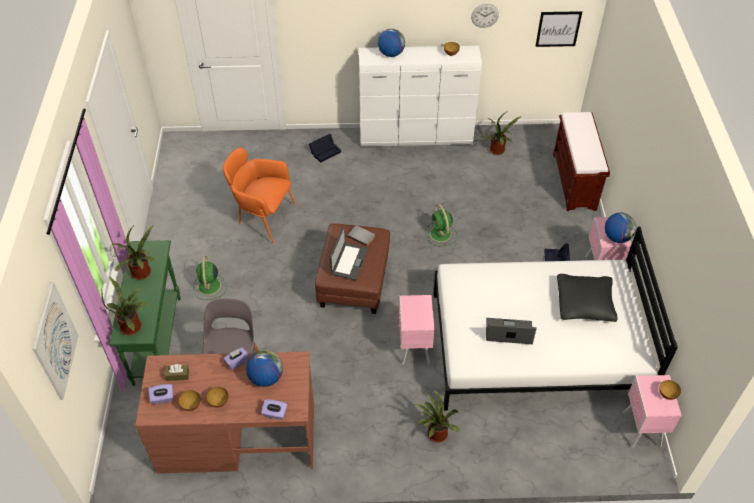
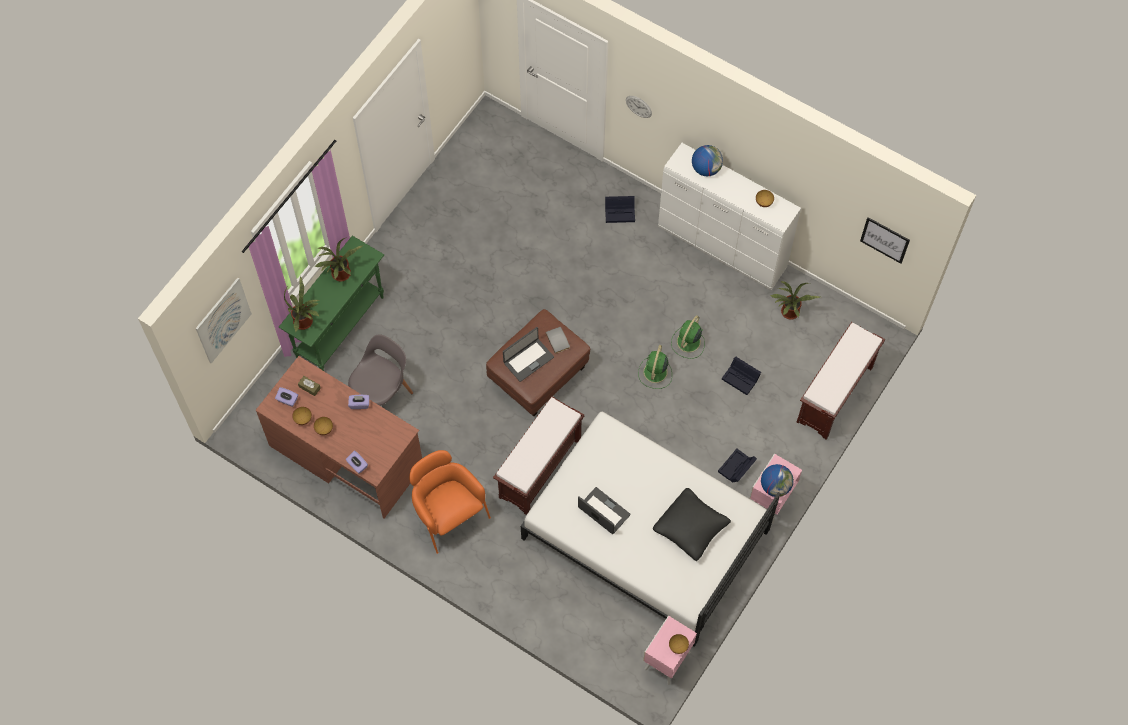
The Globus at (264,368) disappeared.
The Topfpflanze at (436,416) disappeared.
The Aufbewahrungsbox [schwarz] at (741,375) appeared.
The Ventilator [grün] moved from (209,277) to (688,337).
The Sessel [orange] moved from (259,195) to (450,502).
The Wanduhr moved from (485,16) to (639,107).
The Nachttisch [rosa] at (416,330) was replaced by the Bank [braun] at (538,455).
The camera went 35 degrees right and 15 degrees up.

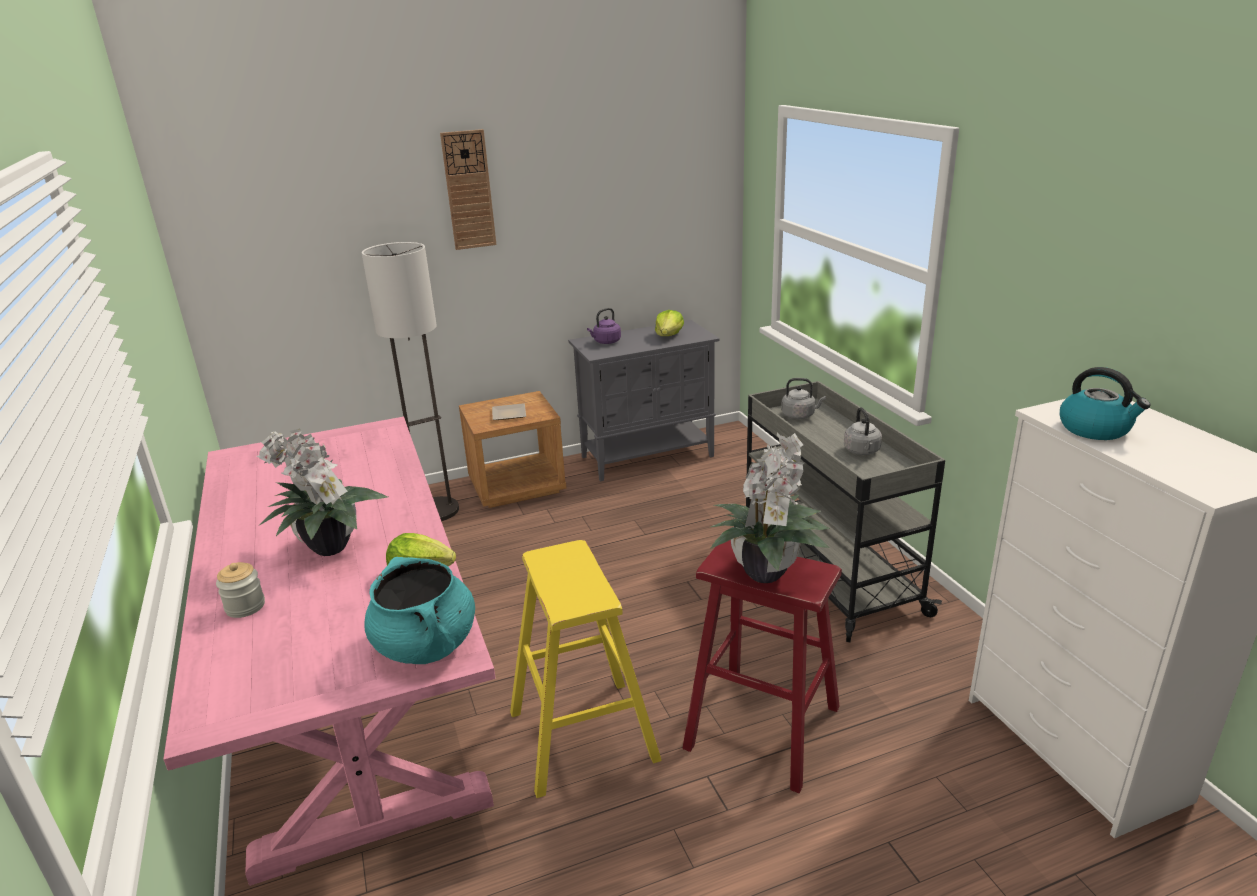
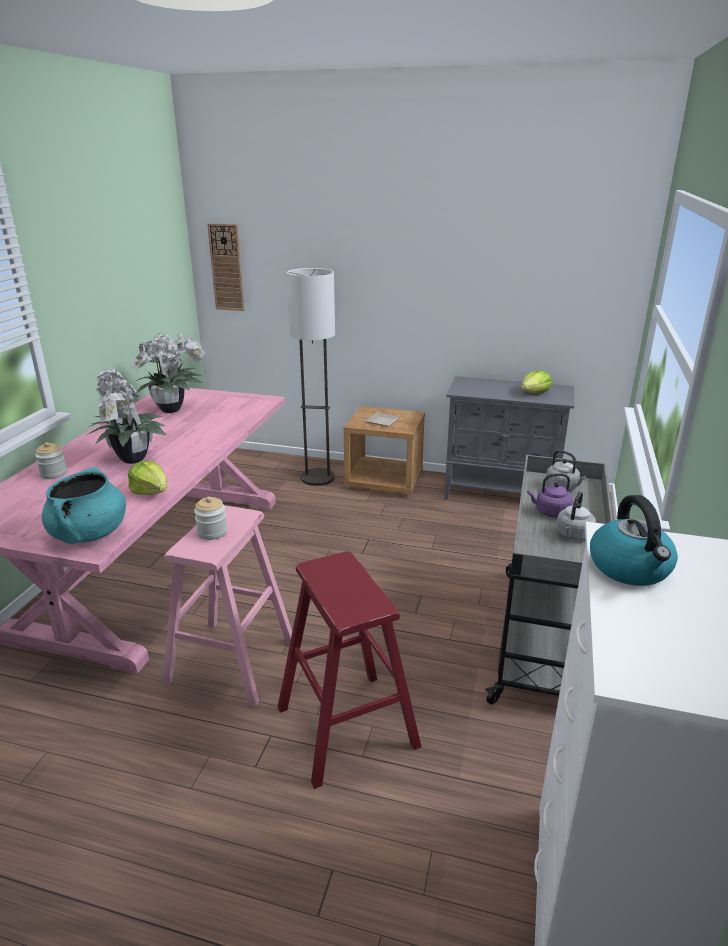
The Vorratsglas at (210,518) appeared.
The Wanduhr moved from (468,189) to (226,267).
The Wasserkessel [lila] moved from (604,326) to (550,495).
The Topfpflanze moved from (770,507) to (168,372).
The Hocker [gelb] at (586,669) became the Hocker [rosa] at (227,606).
The camera went 35 degrees right and 0 degrees up.

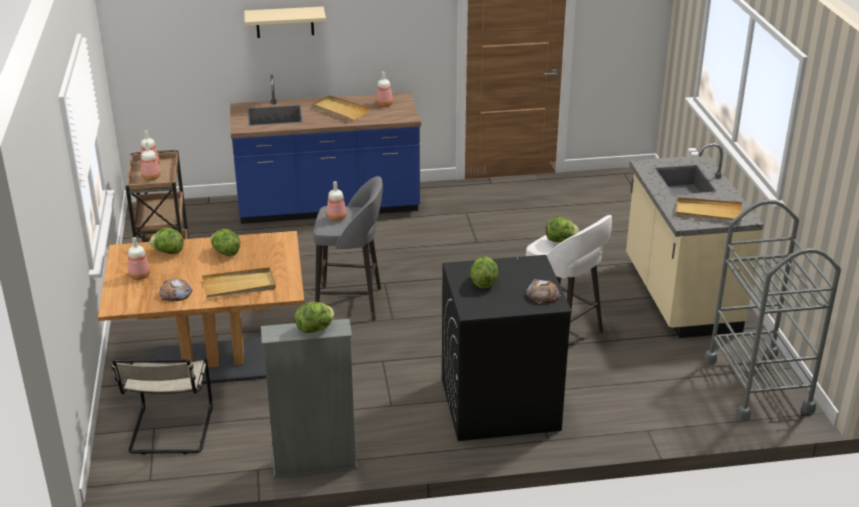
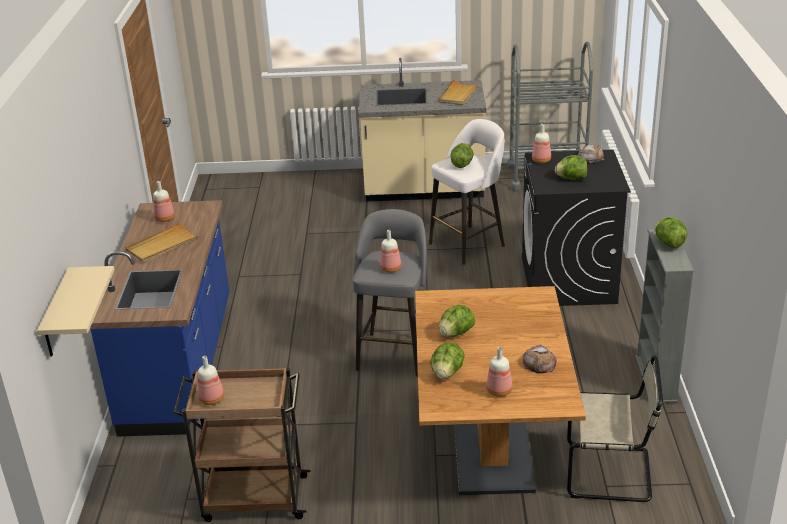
The Tablett [beige] at (239,282) disappeared.
The Flasche moved from (151,161) to (541,143).
The Wandregal [beige] moved from (285,22) to (76,311).
The camera went 80 degrees left and 0 degrees up.

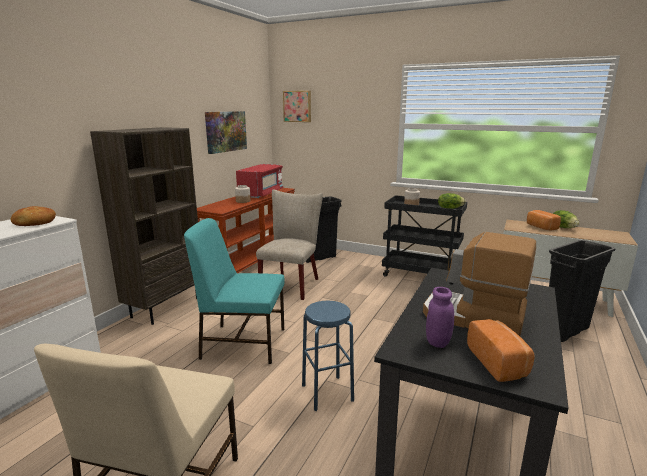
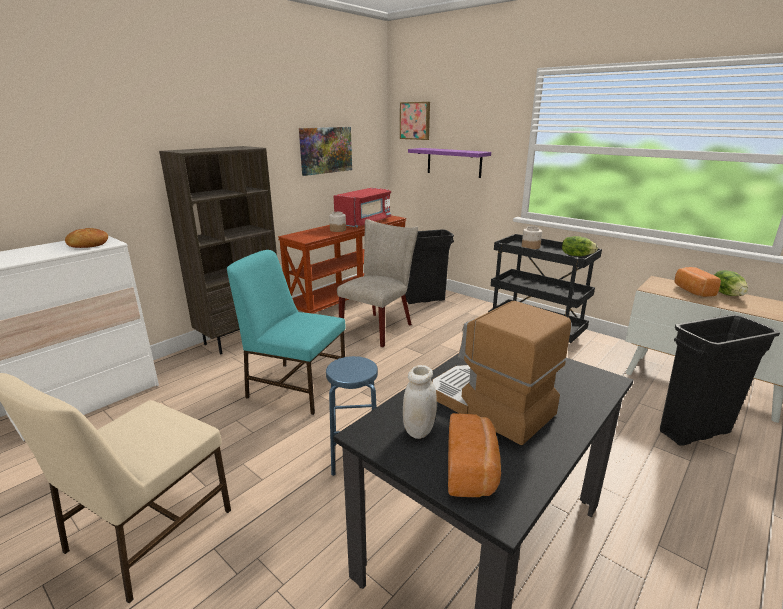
The Wandregal [lila] at (449,163) appeared.
The Vorratsglas [lila] at (440,317) became the Vorratsglas [weiß] at (420,402).
The camera went 15 degrees right and 5 degrees up.

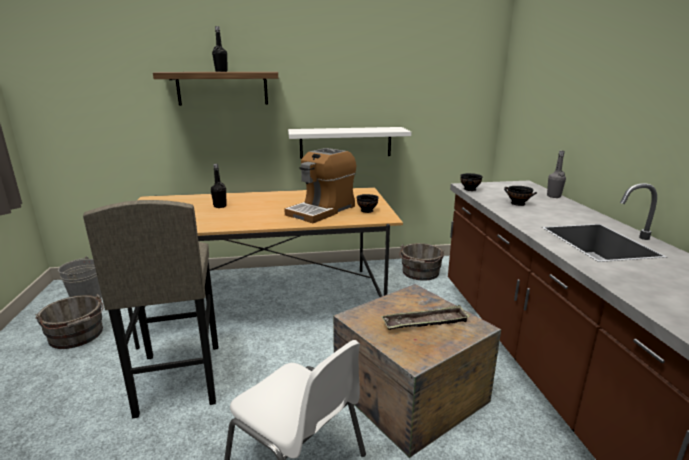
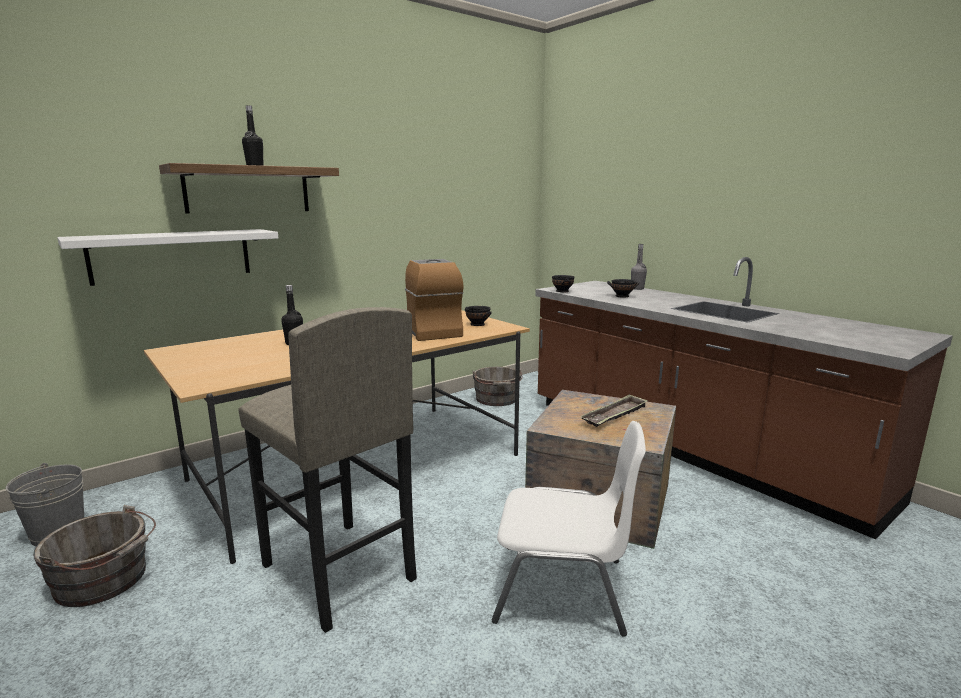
The Wandregal [weiß] moved from (349,143) to (167,257).
The Kaffeemaschine at (320,185) turned 150 degrees clockwise.
The camera went 30 degrees left and 5 degrees down.

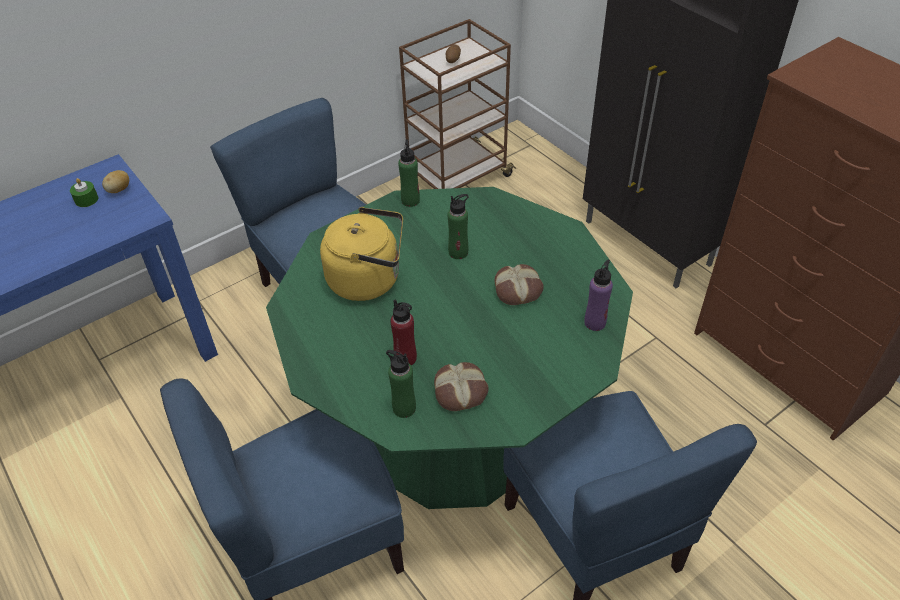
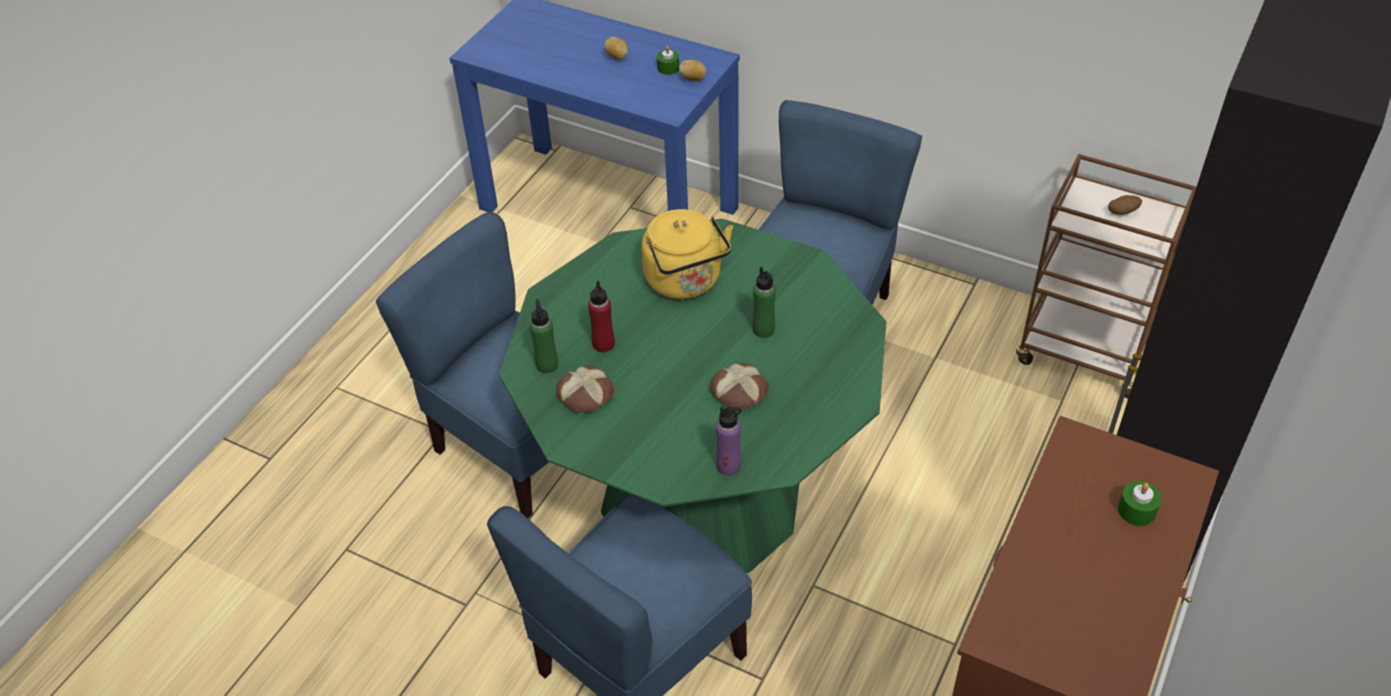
The Flasche [grün] at (409,173) disappeared.
The Kartoffel at (616,48) appeared.
The Kerze [grün] at (1140,503) appeared.
The camera went 65 degrees right and 0 degrees up.

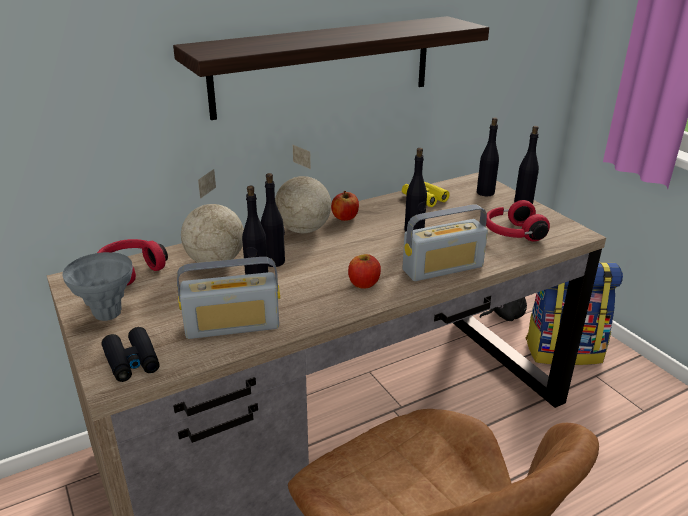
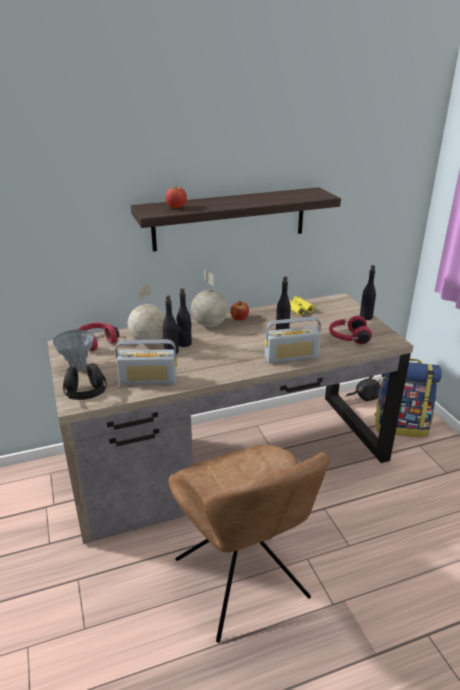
The Flasche [schwarz] at (488,157) disappeared.
The Apfel moved from (364,271) to (176,197).
The Fernglas [schwarz] at (130,354) was replaced by the Kopfhörer [schwarz] at (85,381).
The camera went 10 degrees right and 0 degrees up.

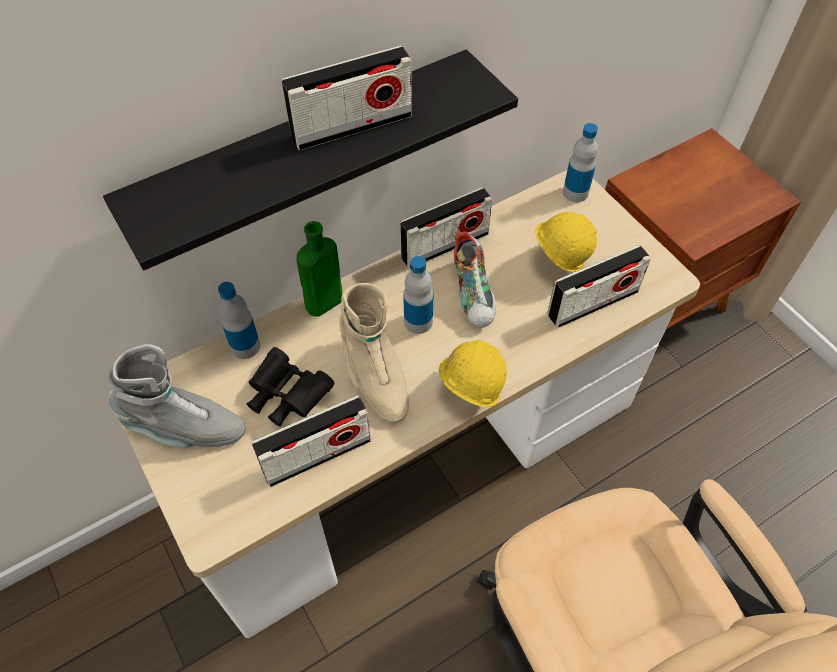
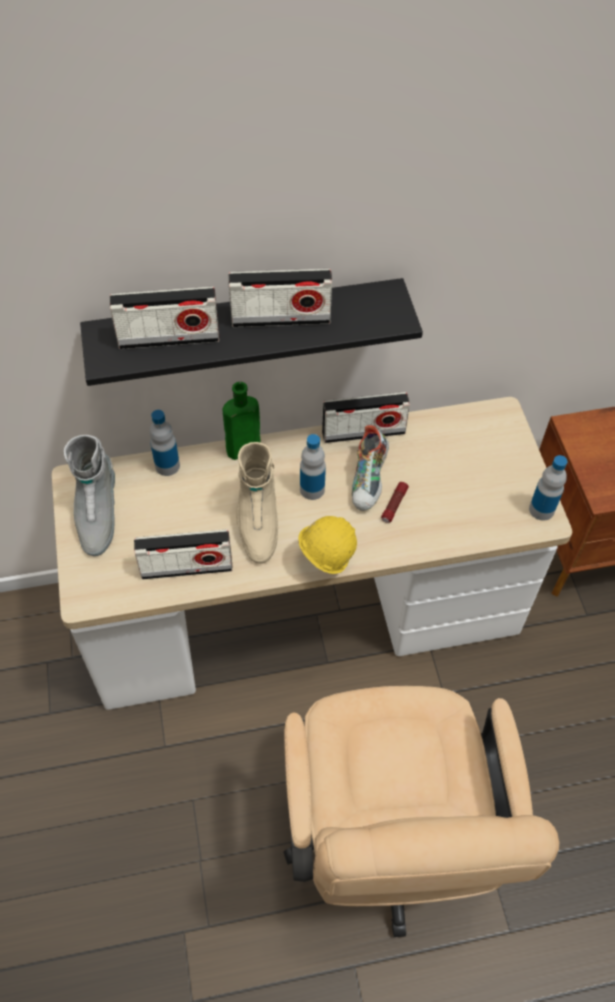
The Fernglas [schwarz] at (290,387) disappeared.
The Schutzhelm [gelb] at (566,242) disappeared.
The Taschenlampe at (395,502) appeared.
The Radio moved from (599,286) to (164,318).
The Flasche moved from (580,162) to (548,488).
The Stiefel [grau] at (177,396) turned 60 degrees clockwise.
The camera went 20 degrees right and 0 degrees up.

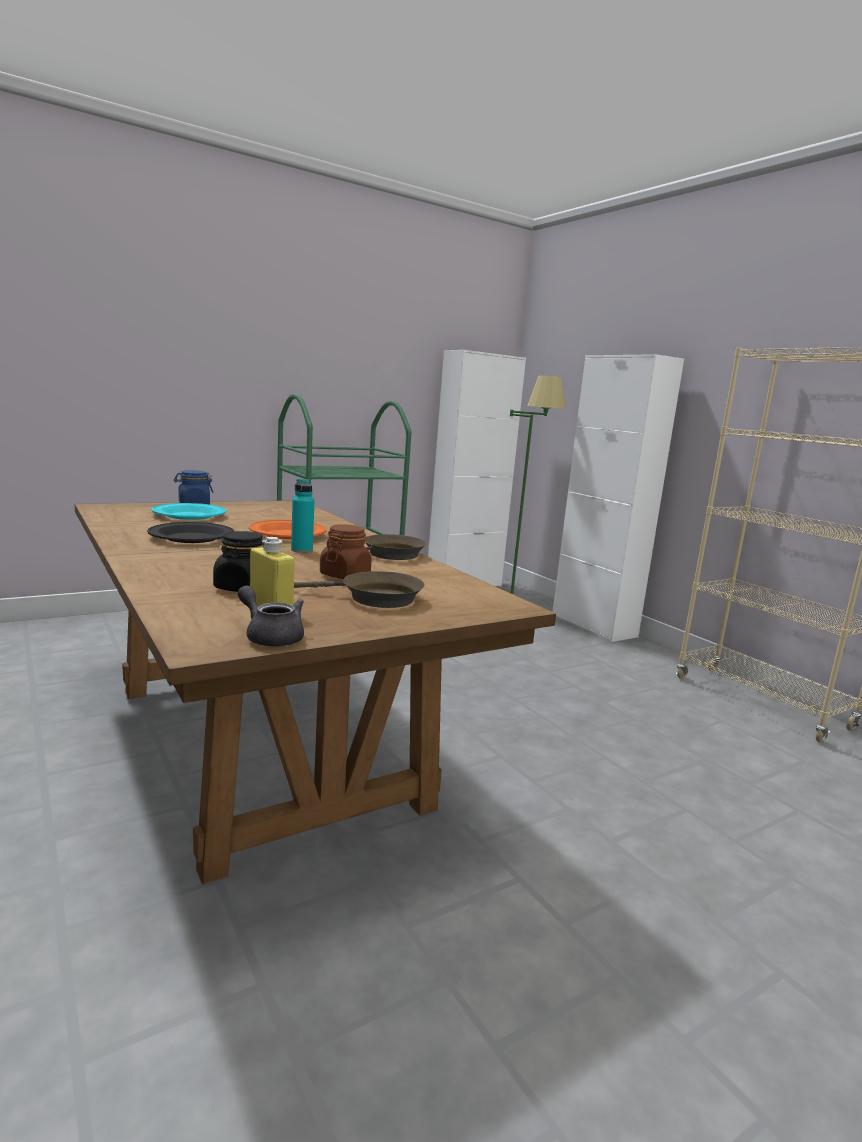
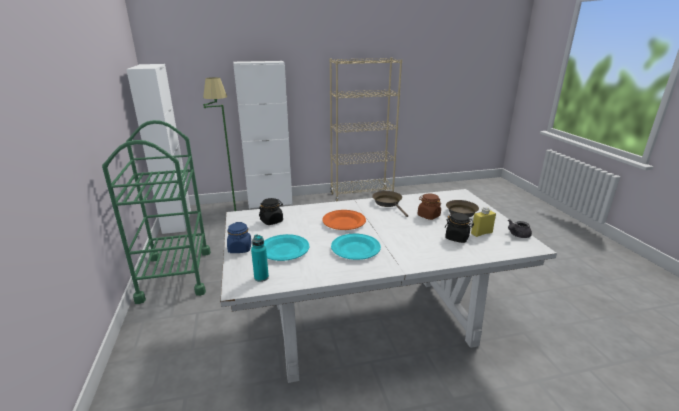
The Vorratsglas [schwarz] at (271,211) appeared.
The Flasche [türkis] moved from (302,515) to (260,258).
The Esstisch [braun] at (315,692) became the Esstisch [weiß] at (388,286).
The Teller [schwarz] at (190,532) became the Teller [türkis] at (356,247).
The camera went 70 degrees left and 10 degrees up.

